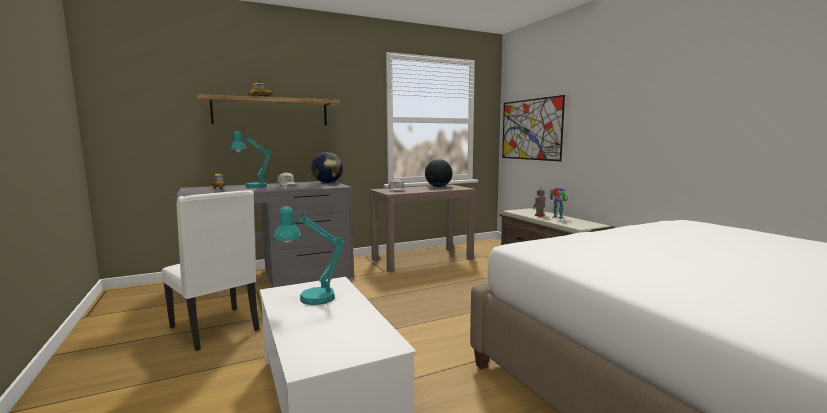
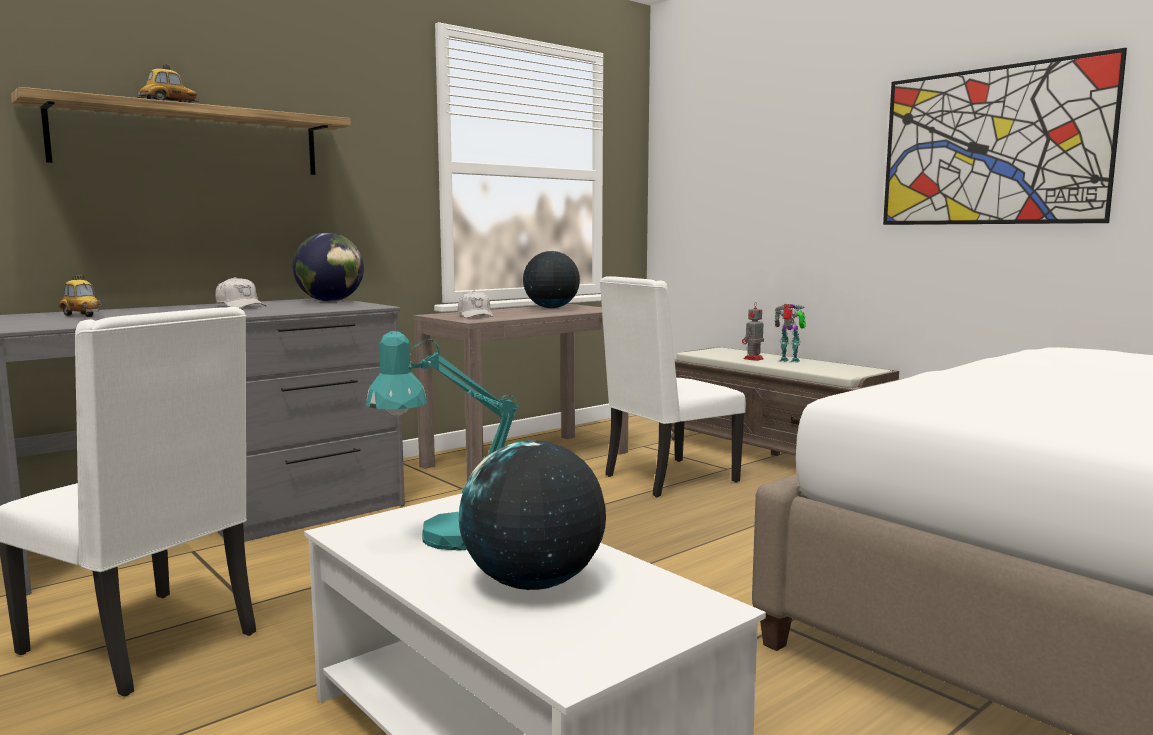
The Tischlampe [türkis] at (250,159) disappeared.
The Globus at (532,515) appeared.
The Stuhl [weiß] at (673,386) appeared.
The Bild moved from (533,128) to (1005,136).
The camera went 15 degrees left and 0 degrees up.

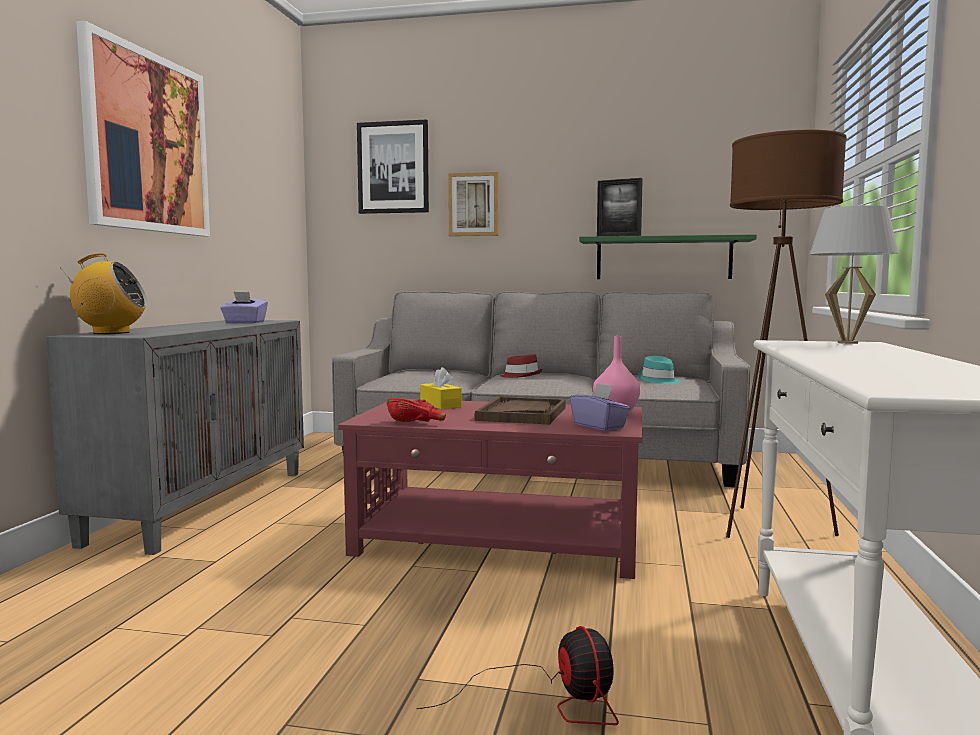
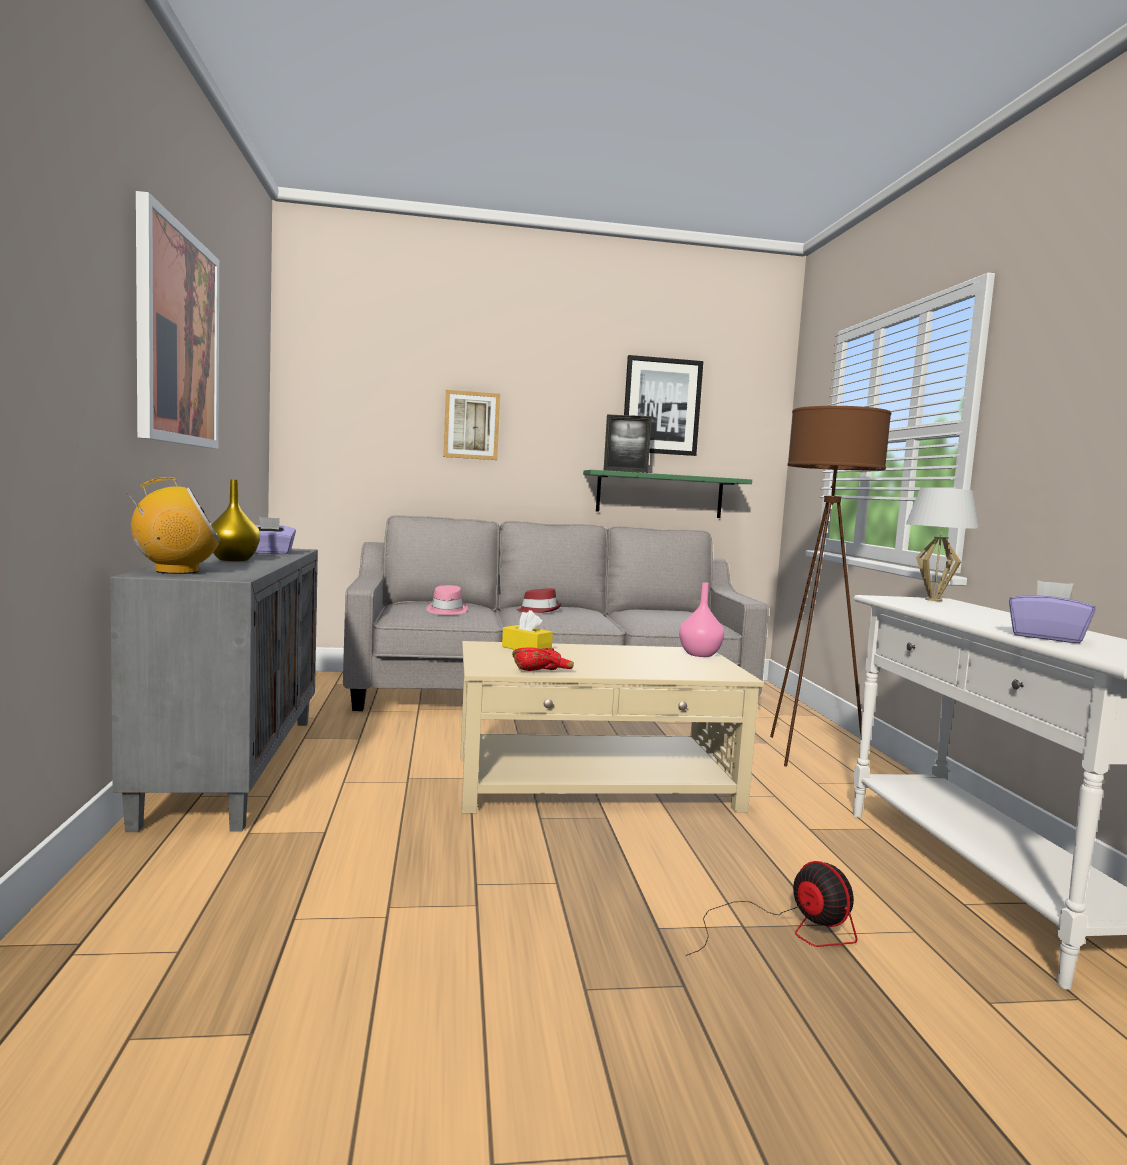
The Tablett [braun] at (520,410) disappeared.
The Hut [türkis] at (659,370) disappeared.
The Vase [gelb] at (235,520) appeared.
The Hut [rosa] at (447,600) appeared.
The Bild moved from (393,166) to (663,405).
The Taschentuchbox [lila] moved from (600,407) to (1052,611).
The Couchtisch [rot] at (490,489) became the Couchtisch [beige] at (612,727).
The camera went 20 degrees left and 0 degrees up.

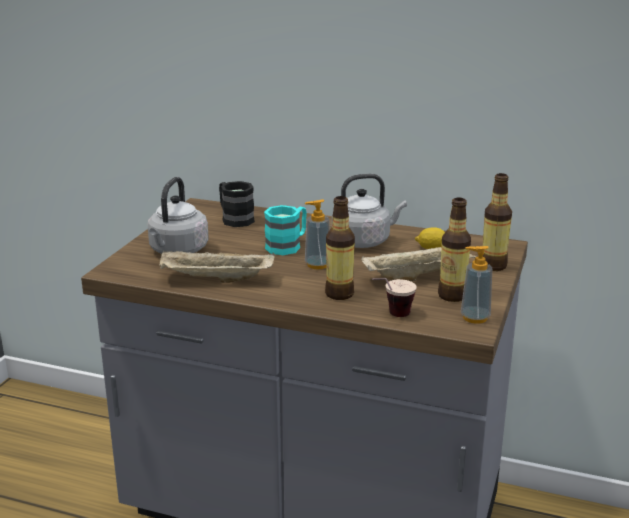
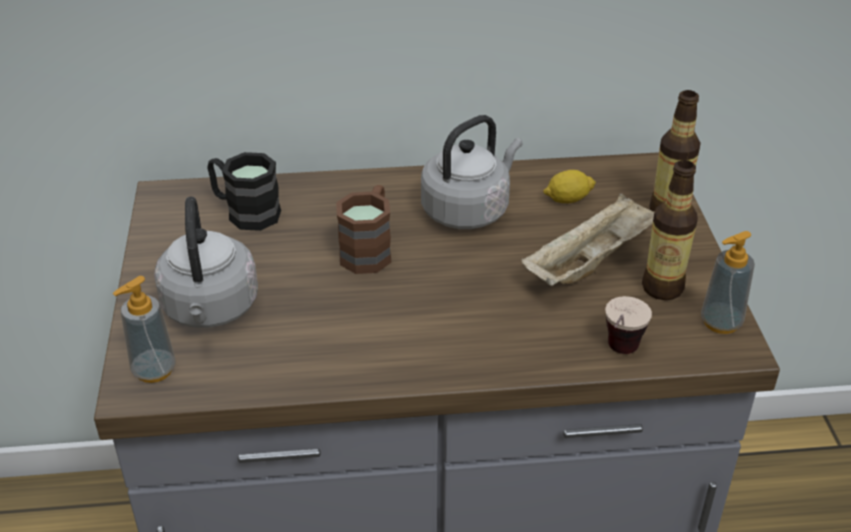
The Tablett [beige] at (217,266) disappeared.
The Flasche at (340,248) disappeared.
The Seifenspender moved from (317,234) to (144,329).
The Henkelbecher [türkis] at (285,230) became the Henkelbecher [braun] at (363,229).
The camera went 25 degrees left and 15 degrees up.

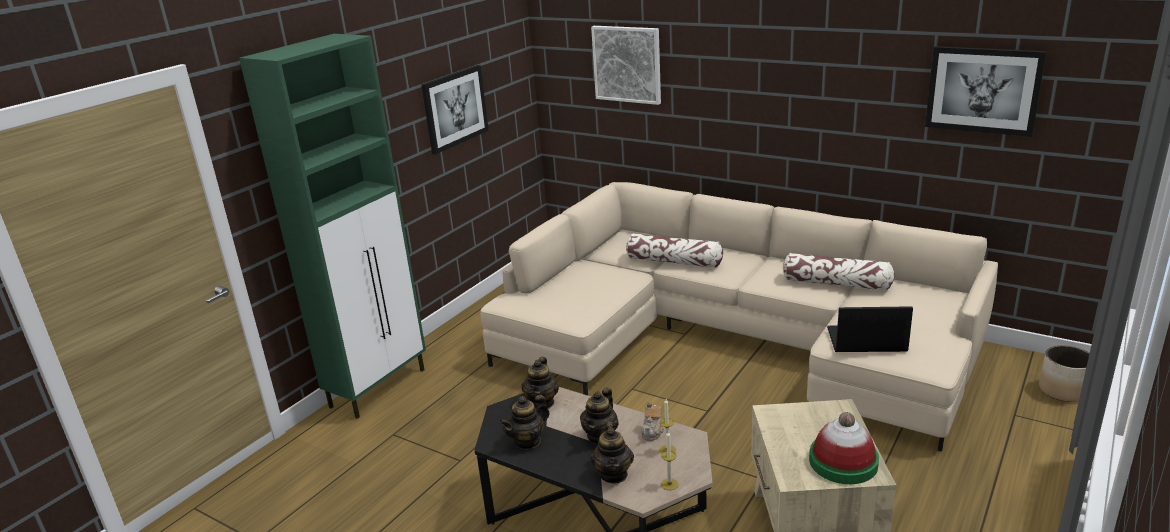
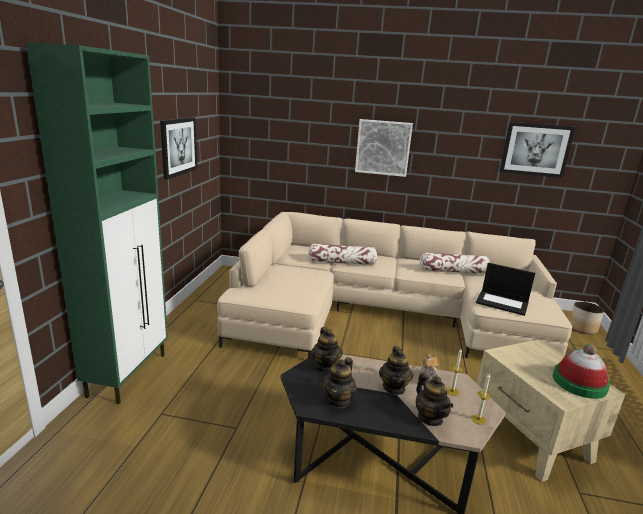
The Bild moved from (626,65) to (384,148).
The Laptop at (870,329) turned 135 degrees counterclockwise.
The camera went 25 degrees left and 5 degrees down.

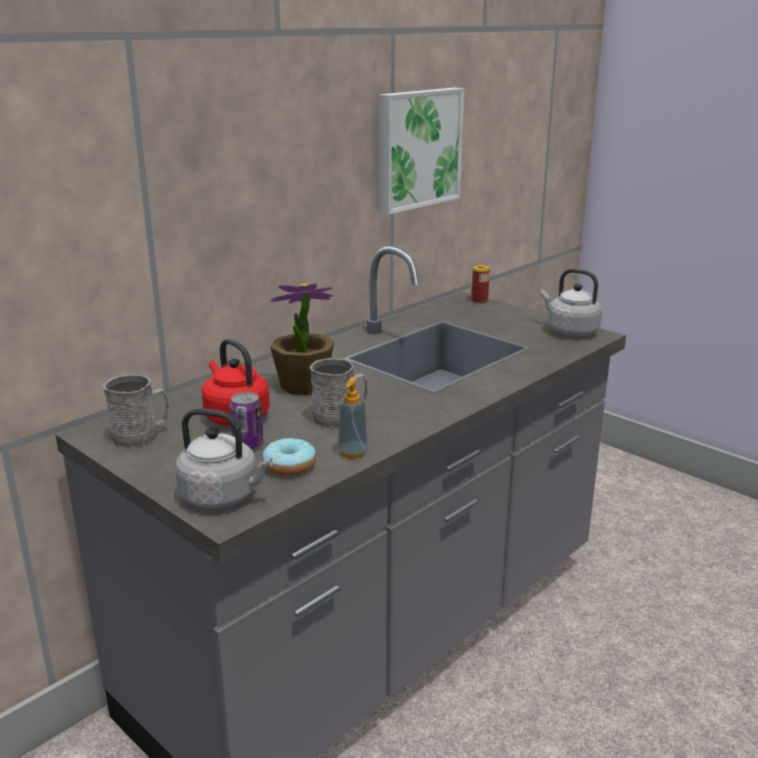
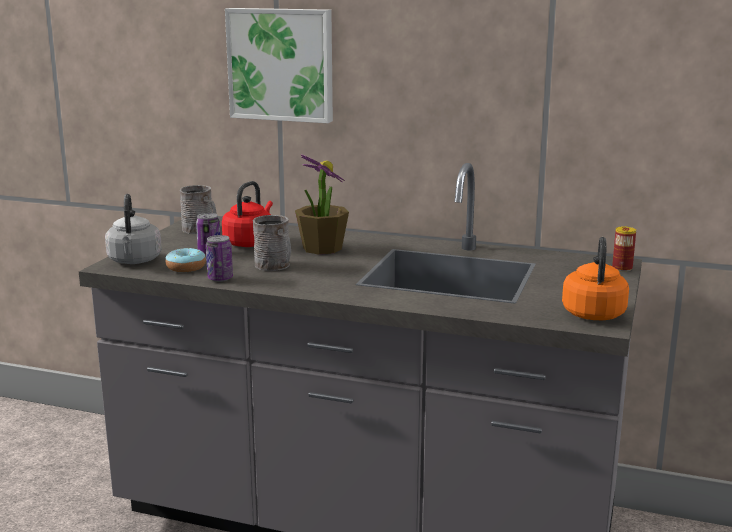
The Bild moved from (421,151) to (279,65).
The Seifenspender at (353,417) was replaced by the Dose at (219,258).
The Wasserkessel [grau] at (571,303) became the Wasserkessel [orange] at (595,278).
The camera went 65 degrees right and 5 degrees down.

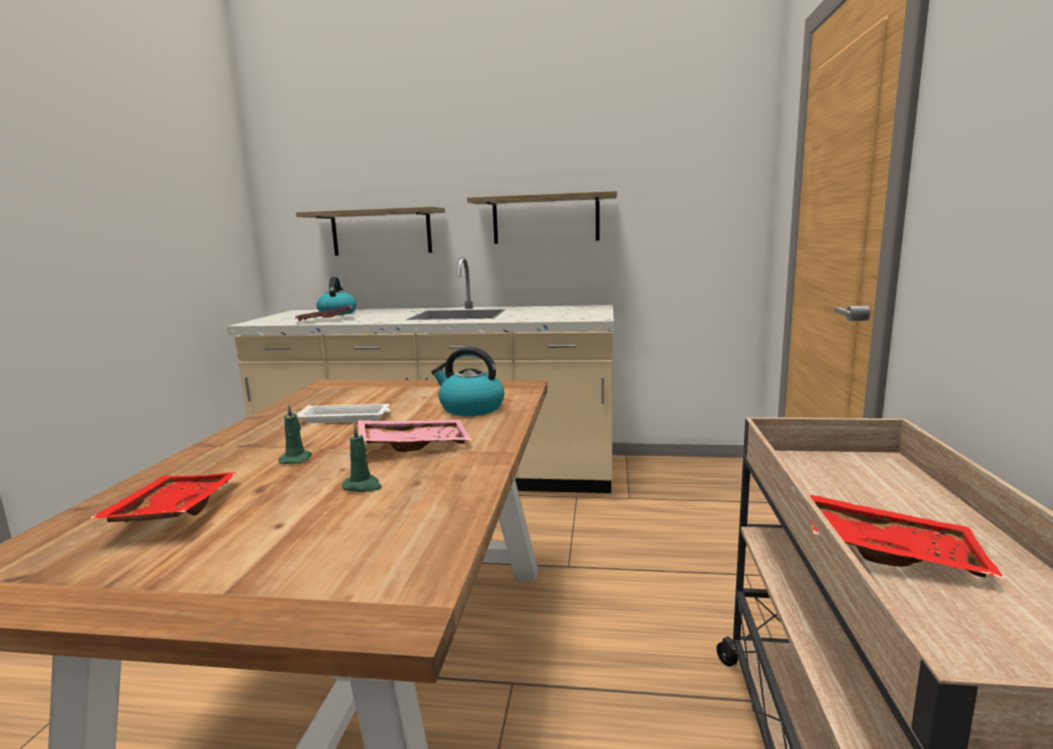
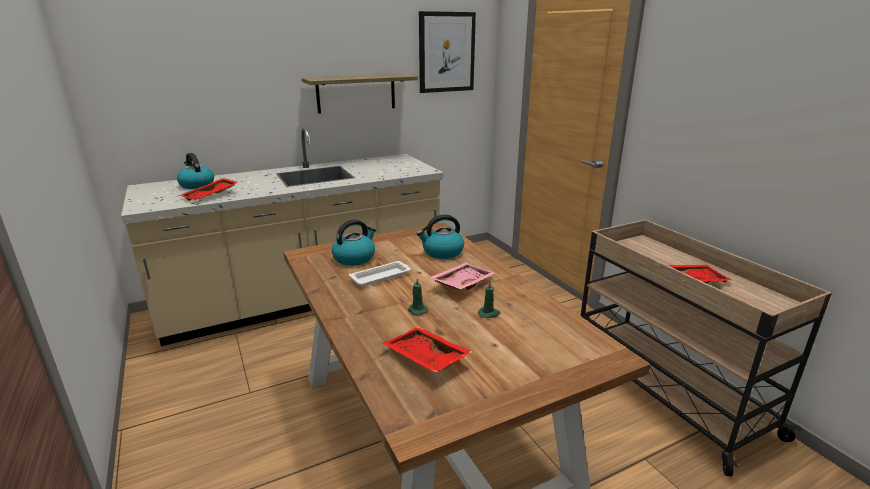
The Wandregal at (370,231) disappeared.
The Wasserkessel at (354,242) appeared.
The Bild at (447,52) appeared.
The Tablett [lila] at (324,313) became the Tablett [rot] at (209,189).
The camera went 35 degrees left and 10 degrees up.

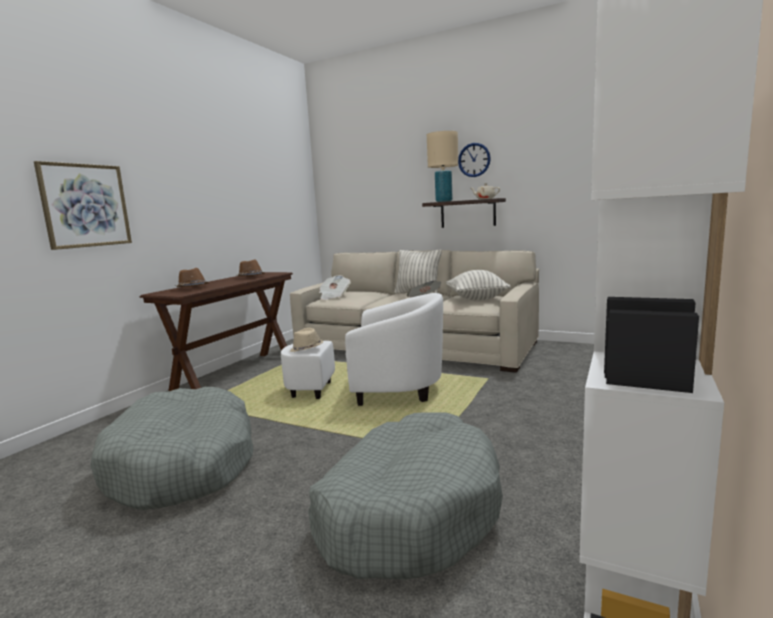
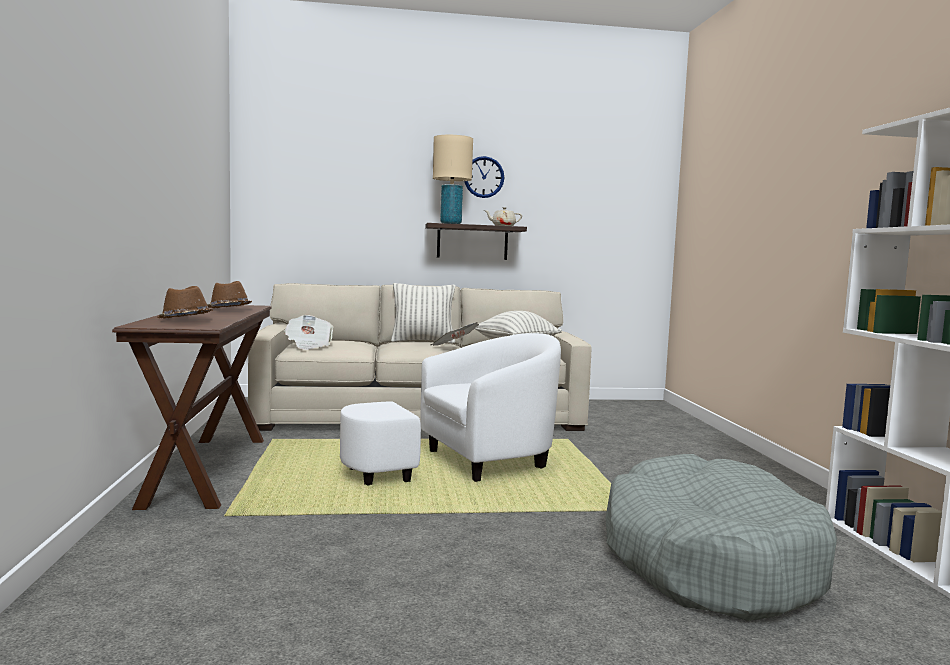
The Bild at (83,205) disappeared.
The Hundebett [grau] at (171,448) disappeared.
The Hut [beige] at (306,340) disappeared.
The camera went 35 degrees left and 5 degrees down.

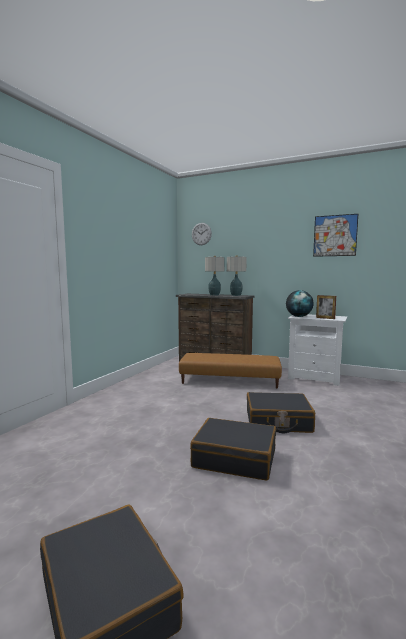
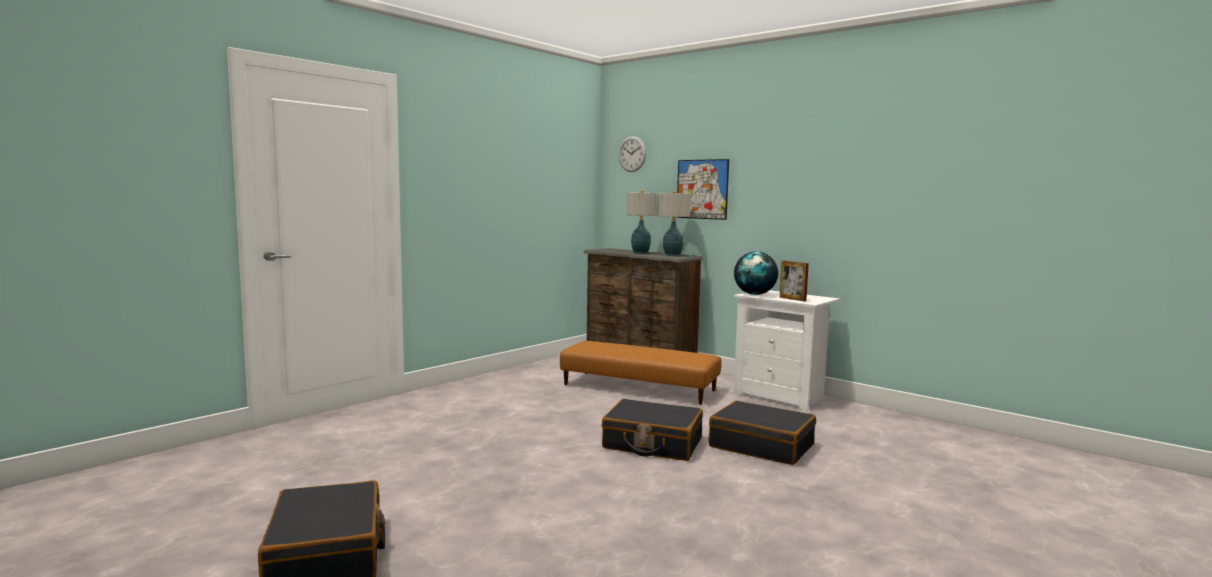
The Koffer [schwarz] moved from (233,449) to (762,433).
The Bild moved from (335,235) to (702,189).
The camera went 15 degrees right and 0 degrees up.

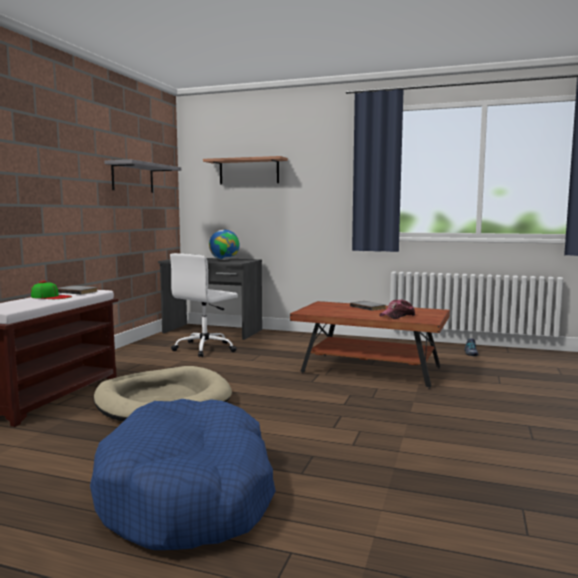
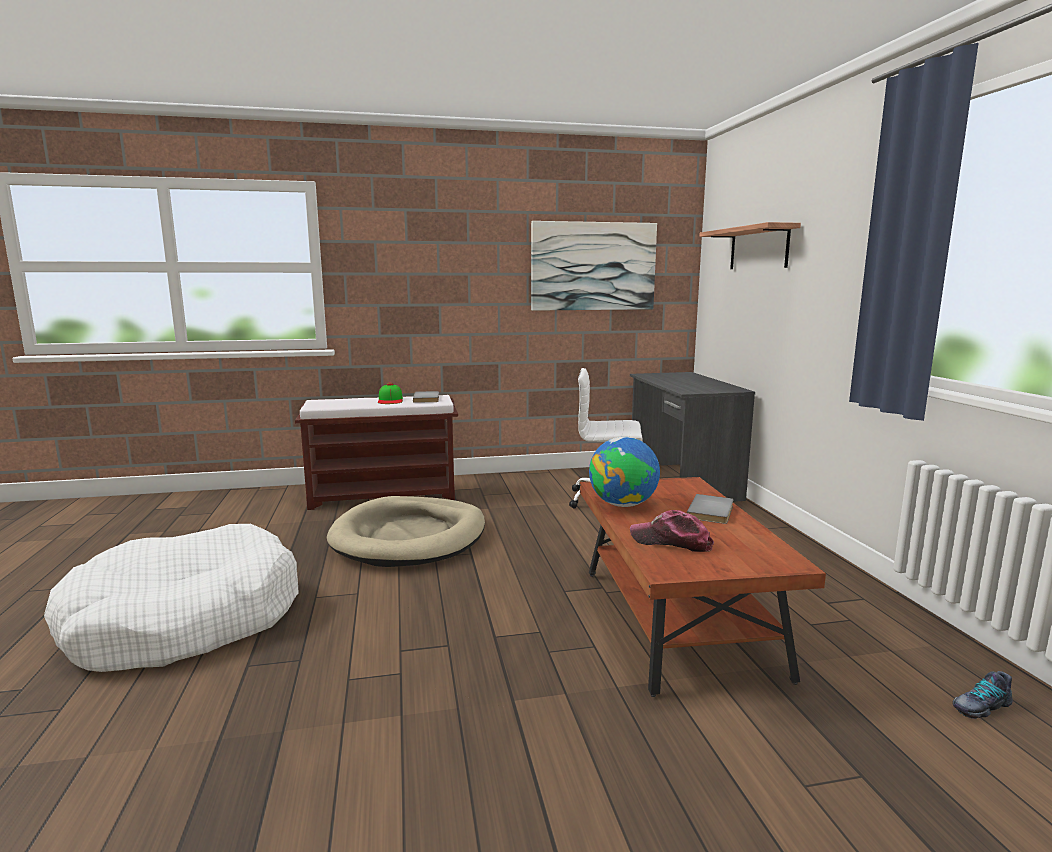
The Globus moved from (224,245) to (624,472).
The Wandregal [grau] at (142,176) was replaced by the Bild at (594,266).
The Hundebett [blau] at (183,474) became the Hundebett [weiß] at (171,598).
The camera went 60 degrees right and 5 degrees up.

